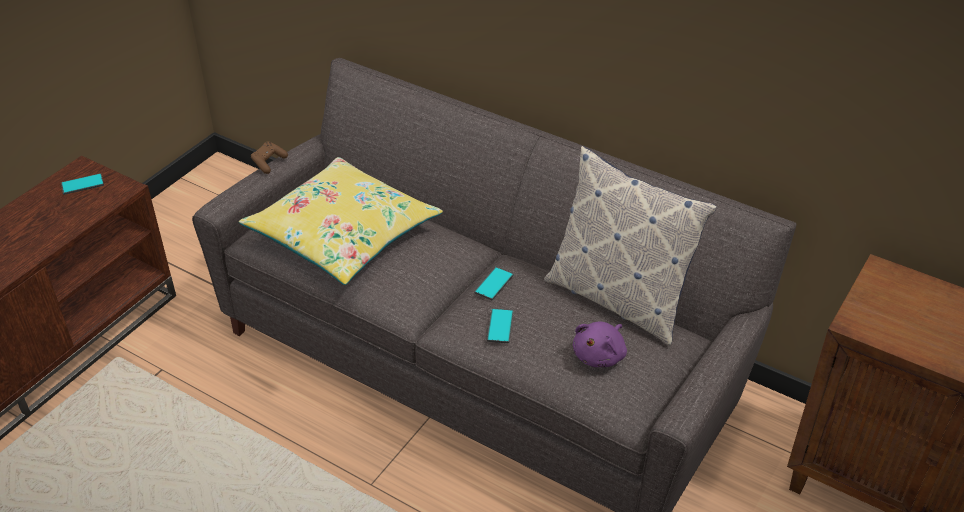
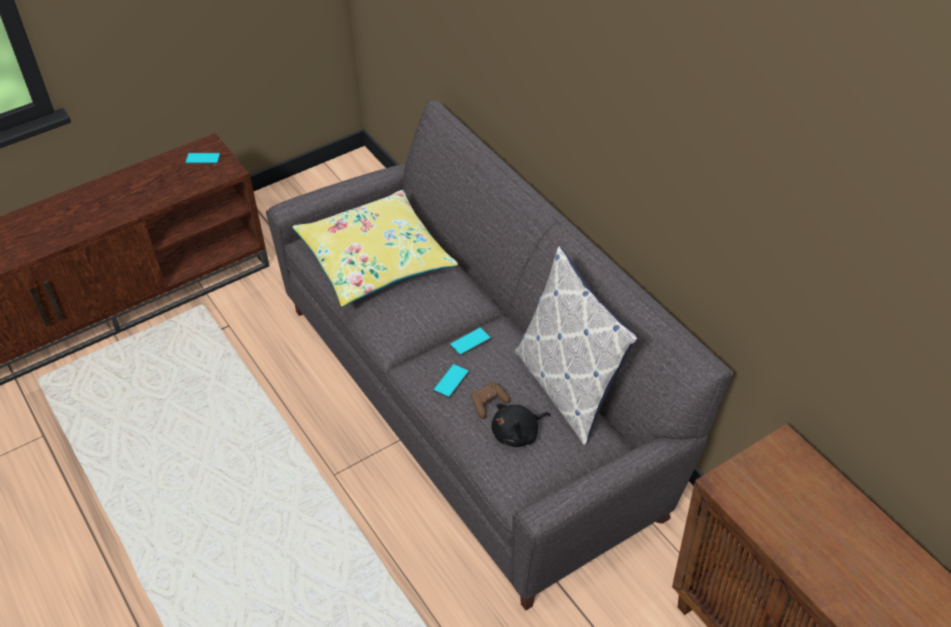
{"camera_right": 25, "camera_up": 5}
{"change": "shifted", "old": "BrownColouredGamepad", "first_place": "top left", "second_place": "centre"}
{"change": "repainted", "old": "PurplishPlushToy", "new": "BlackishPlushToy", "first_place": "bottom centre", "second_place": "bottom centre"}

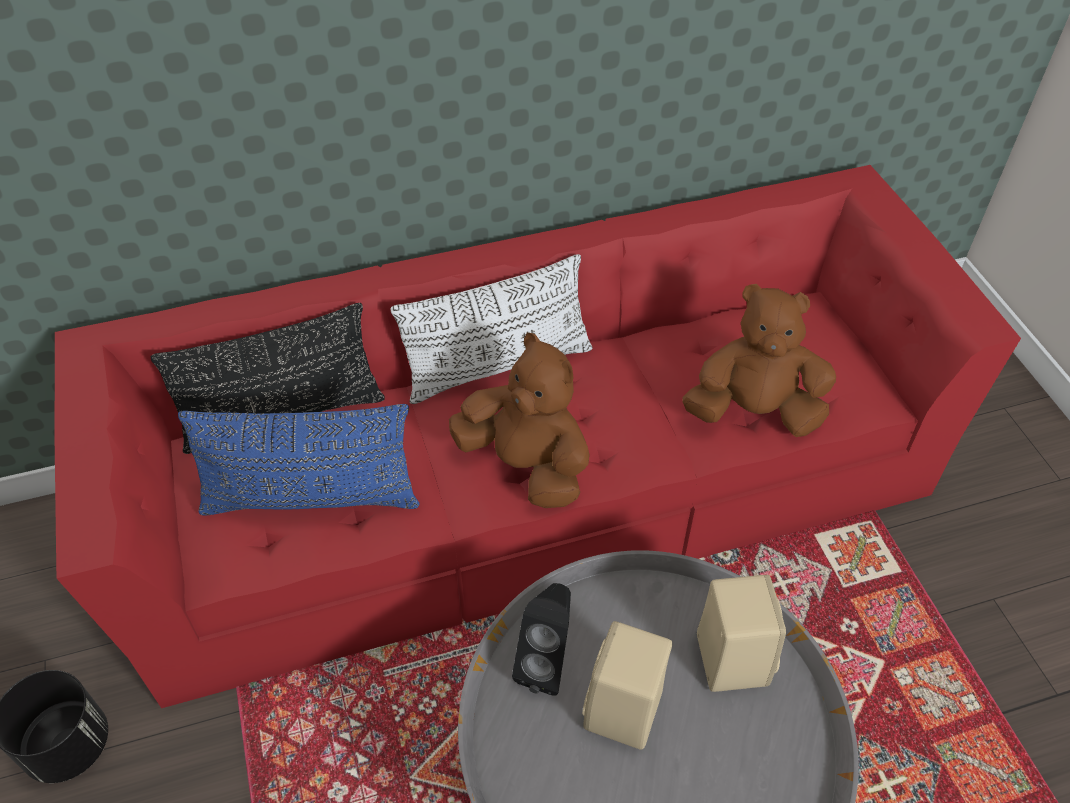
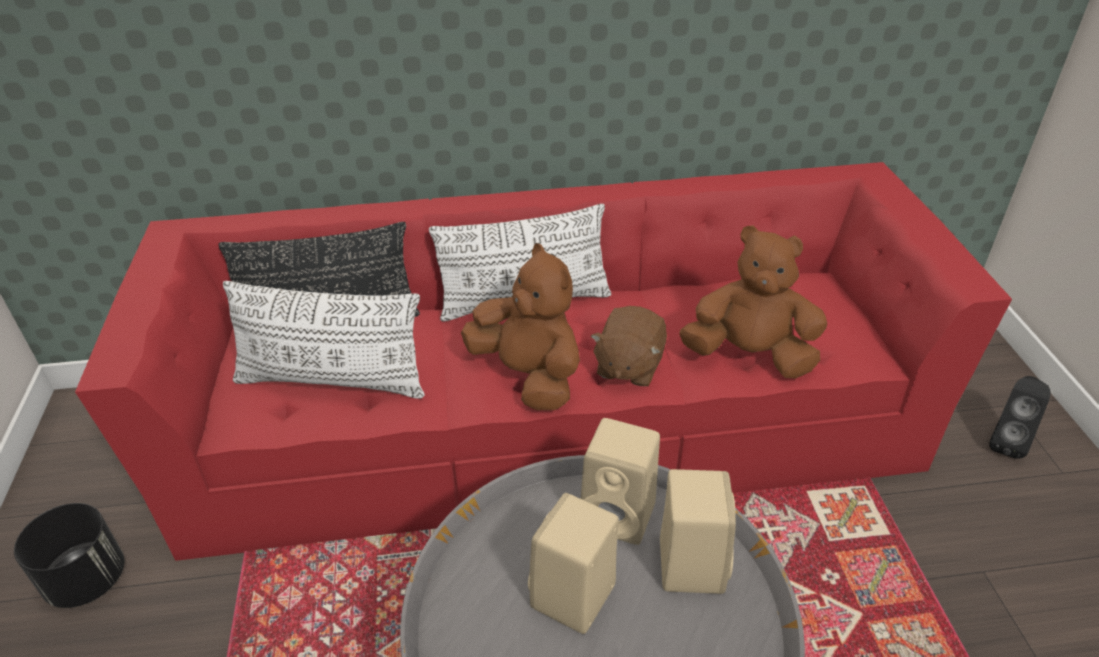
{"camera_right": 10, "camera_up": -10}
{"change": "repainted", "old": "BlueColouredCushion", "new": "WhiteColouredCushion (no. 1 from left)", "first_place": "middle left", "second_place": "middle left"}
{"change": "shifted", "old": "BlackishAudioSpeaker", "first_place": "bottom centre", "second_place": "middle right"}
{"change": "new", "new": "SandColouredAudioSpeaker (no. 2 from left)", "second_place": "bottom centre"}
{"change": "new", "new": "BrownColouredPlushToy (no. 2 from left)", "second_place": "centre"}

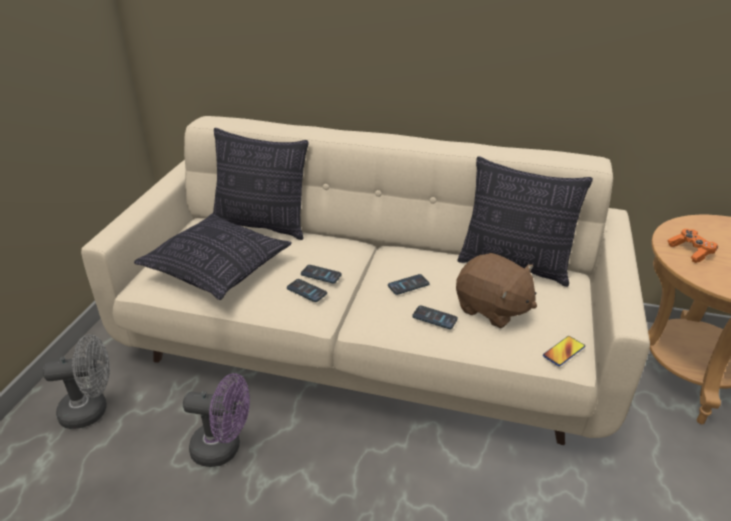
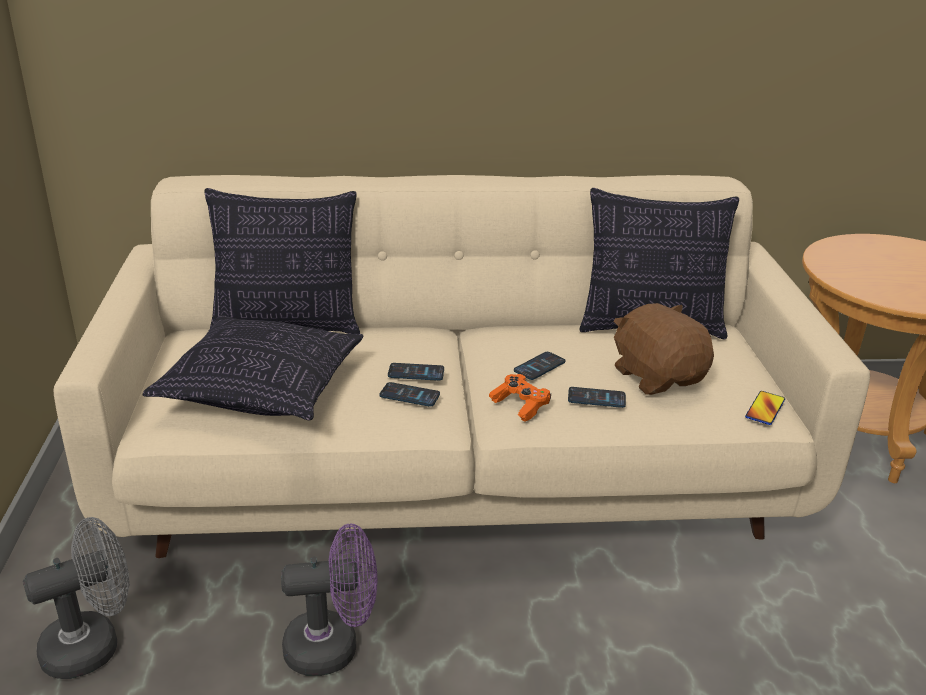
{"camera_right": -20, "camera_up": -5}
{"change": "rotated", "old": "BrownColouredPlushToy", "first_place": "middle right", "second_place": "middle right", "degrees": -135}
{"change": "shifted", "old": "OrangeyGamepad", "first_place": "middle right", "second_place": "centre"}

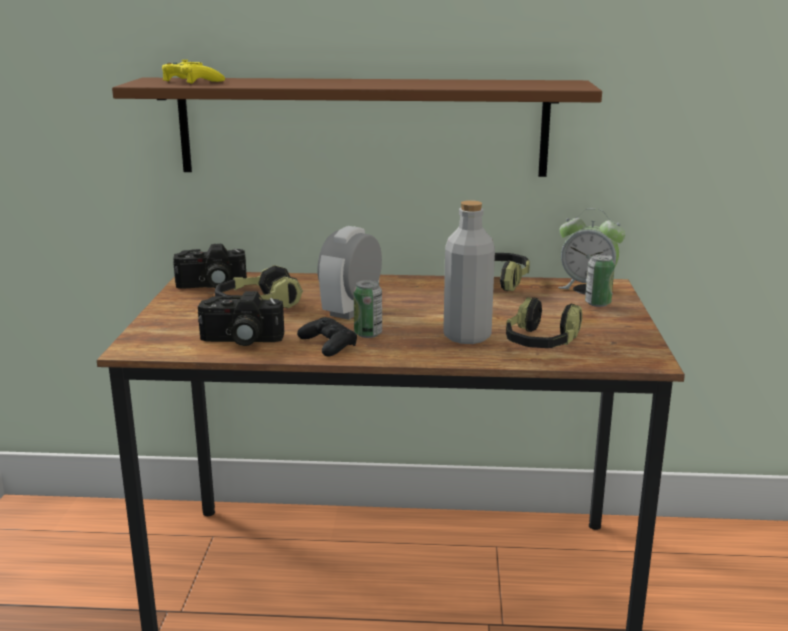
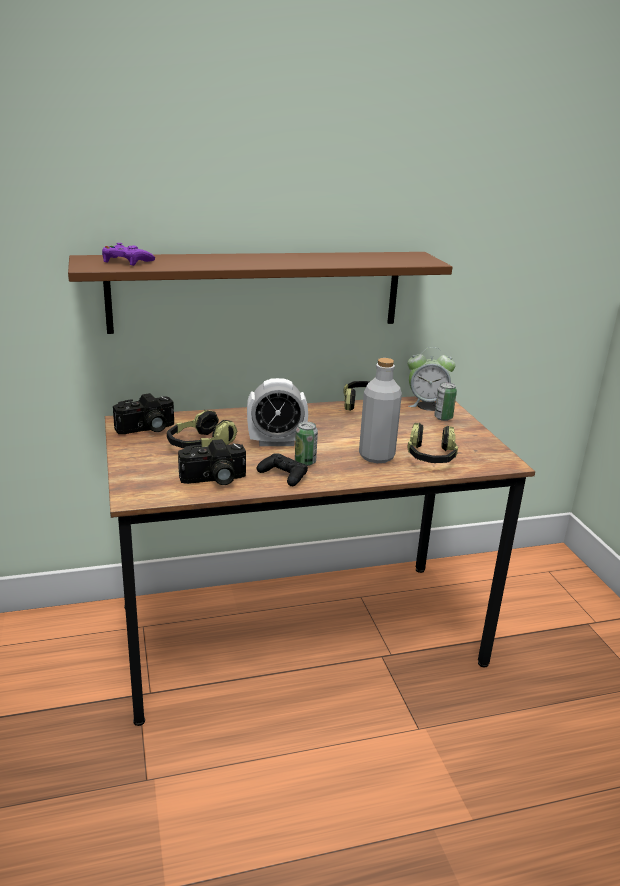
{"camera_right": -20, "camera_up": 5}
{"change": "repainted", "old": "YellowGamepad", "new": "PurplishGamepad", "first_place": "top left", "second_place": "top left"}
{"change": "rotated", "old": "AlarmClock (no. 1 from left)", "first_place": "centre", "second_place": "centre", "degrees": -105}

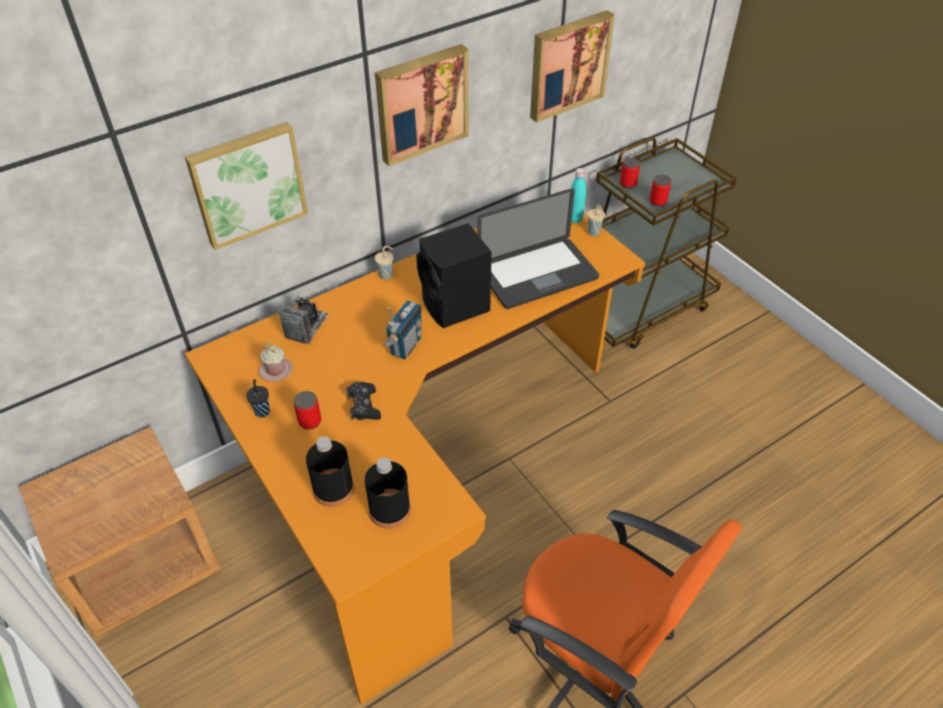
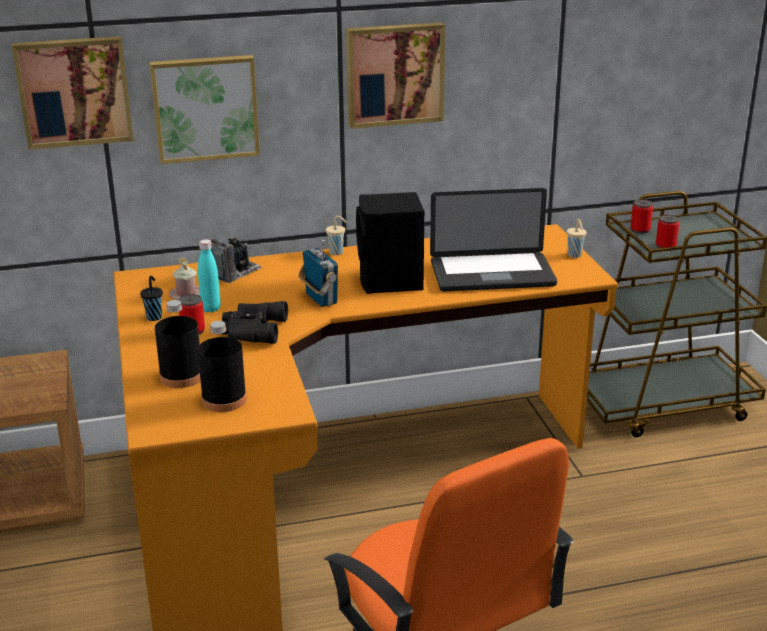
{"camera_right": 20, "camera_up": -20}
{"change": "swapped", "old": "BlackishGamepad", "new": "BlackishFieldGlasses", "first_place": "centre", "second_place": "middle left"}
{"change": "rotated", "old": "RadioReceiver", "first_place": "centre", "second_place": "centre", "degrees": -75}
{"change": "shifted", "old": "WallPicture (no. 3 from left in the first image)", "new": "WallPicture (no. 1 from left)", "first_place": "top centre", "second_place": "top left"}
{"change": "shifted", "old": "TurquoiseColouredBeverageBottle", "first_place": "top centre", "second_place": "middle left"}

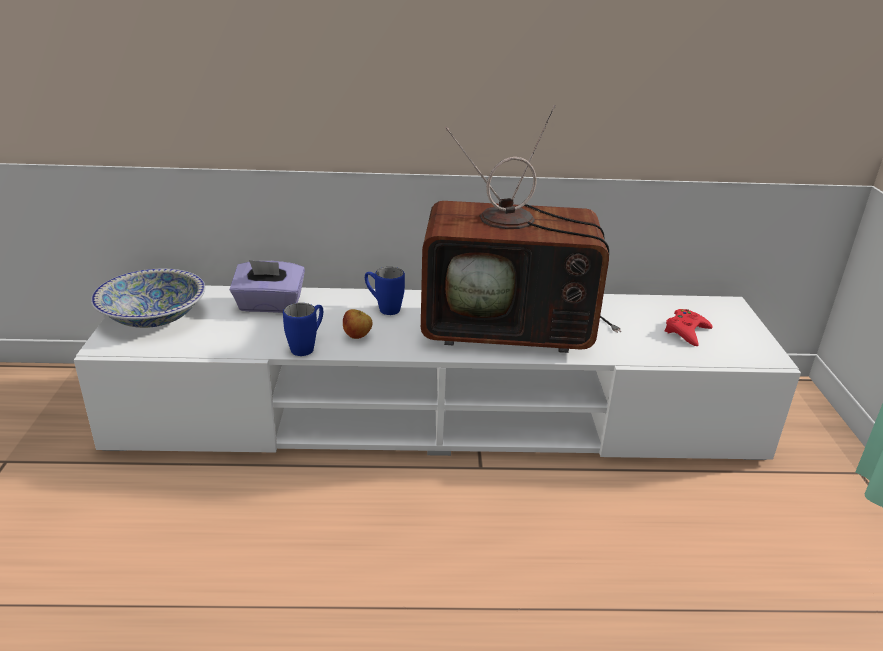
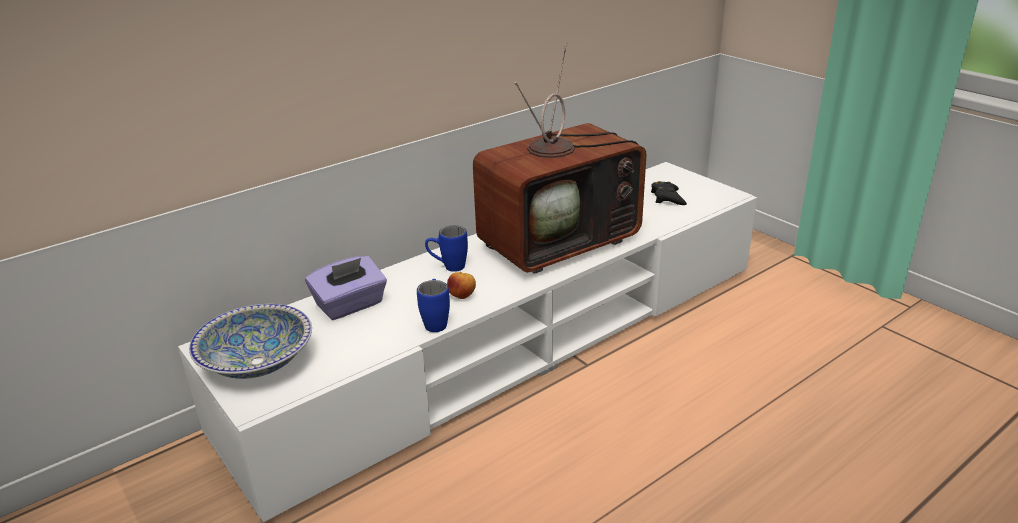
{"camera_right": -35, "camera_up": 0}
{"change": "repainted", "old": "RedColouredGamepad", "new": "BlackishGamepad", "first_place": "middle right", "second_place": "centre"}

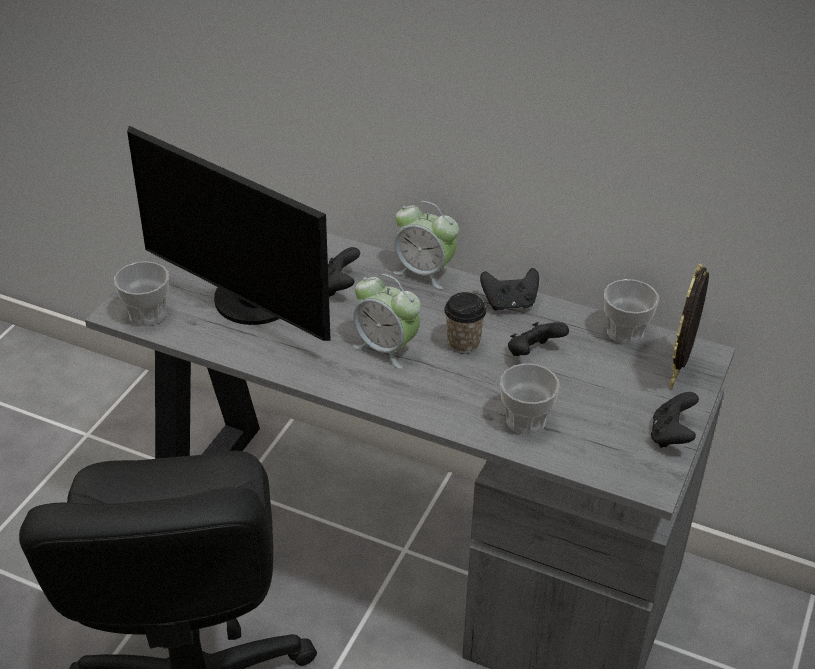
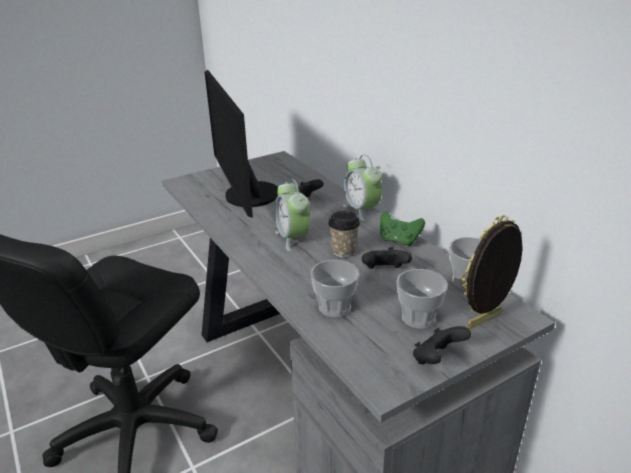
{"camera_right": 35, "camera_up": -10}
{"change": "shifted", "old": "DrinkingCup (no. 1 from left in the first image)", "new": "DrinkingCup (no. 3 from left)", "first_place": "middle left", "second_place": "middle right"}
{"change": "repainted", "old": "BlackishGamepad (no. 2 from left)", "new": "GreenishGamepad", "first_place": "centre", "second_place": "centre"}

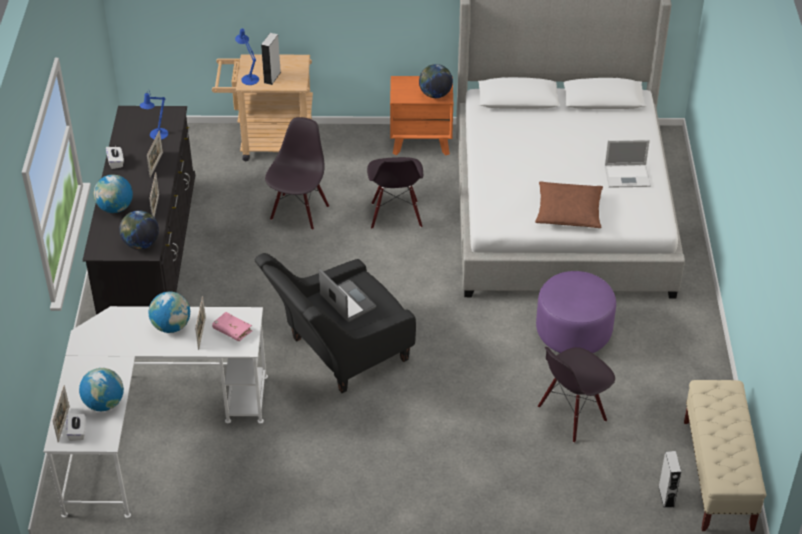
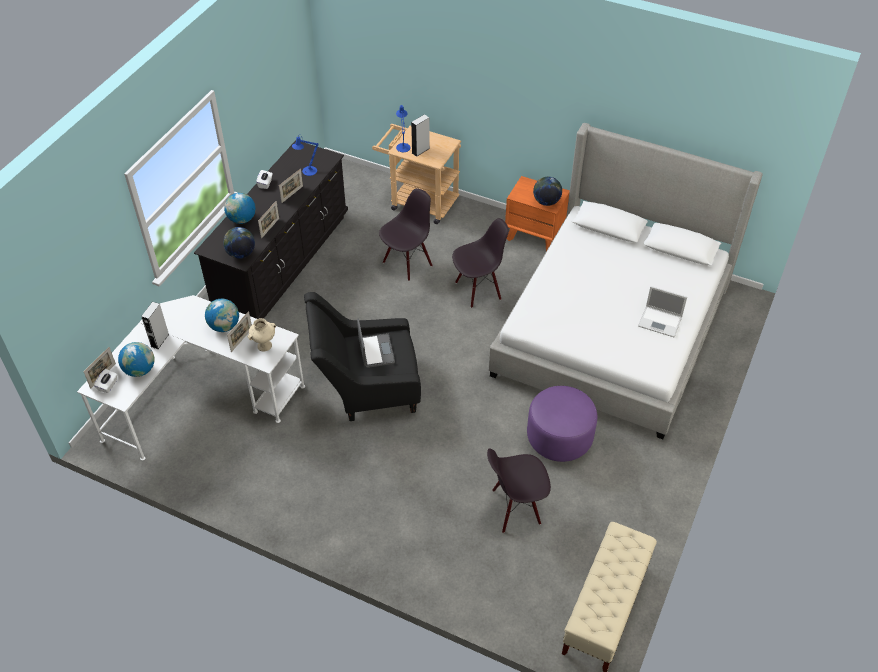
{"camera_right": 25, "camera_up": 5}
{"change": "swapped", "old": "PinkColouredVolume", "new": "SandColouredFlowerVase", "first_place": "middle left", "second_place": "middle left"}
{"change": "rotated", "old": "BlackishChair (no. 2 from left)", "first_place": "centre", "second_place": "centre", "degrees": -135}
{"change": "gone", "old": "BrownColouredCushion", "first_place": "middle right"}
{"change": "shifted", "old": "GreyAudioSpeaker (no. 2 from left in the first image)", "new": "GreyAudioSpeaker (no. 1 from left)", "first_place": "bottom right", "second_place": "middle left"}

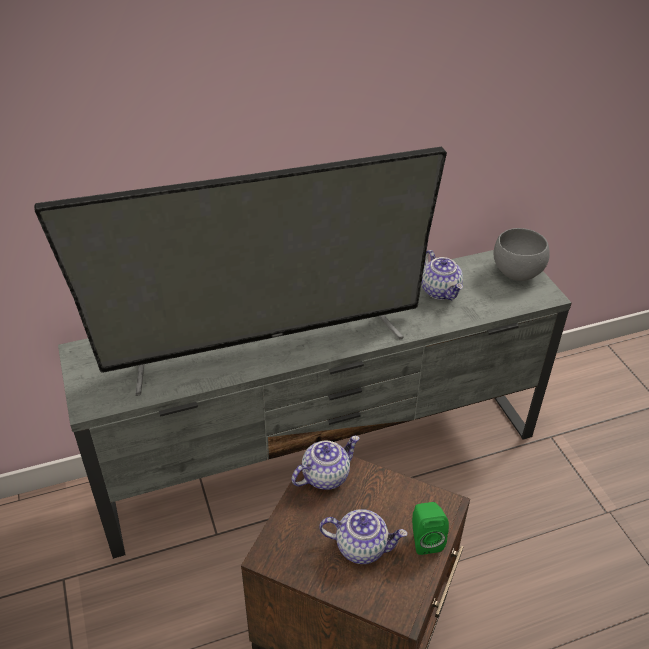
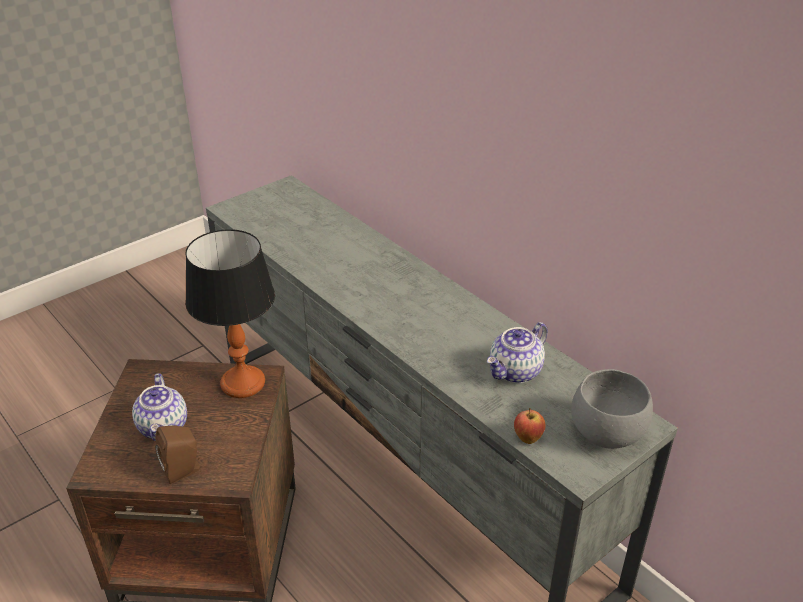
{"camera_right": 70, "camera_up": -5}
{"change": "gone", "old": "Tv", "first_place": "centre"}
{"change": "swapped", "old": "Teapot (no. 1 from left)", "new": "LampForATable", "first_place": "bottom centre", "second_place": "middle left"}
{"change": "repainted", "old": "GreenishAudioSpeaker", "new": "BrownColouredAudioSpeaker", "first_place": "bottom centre", "second_place": "bottom left"}
{"change": "new", "new": "AppleFruit", "second_place": "bottom centre"}

